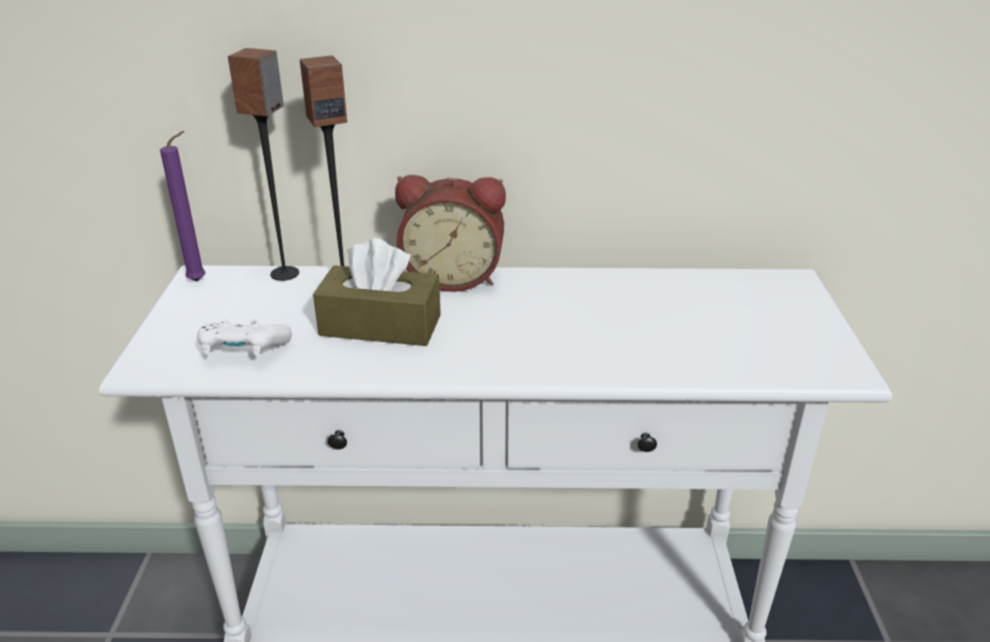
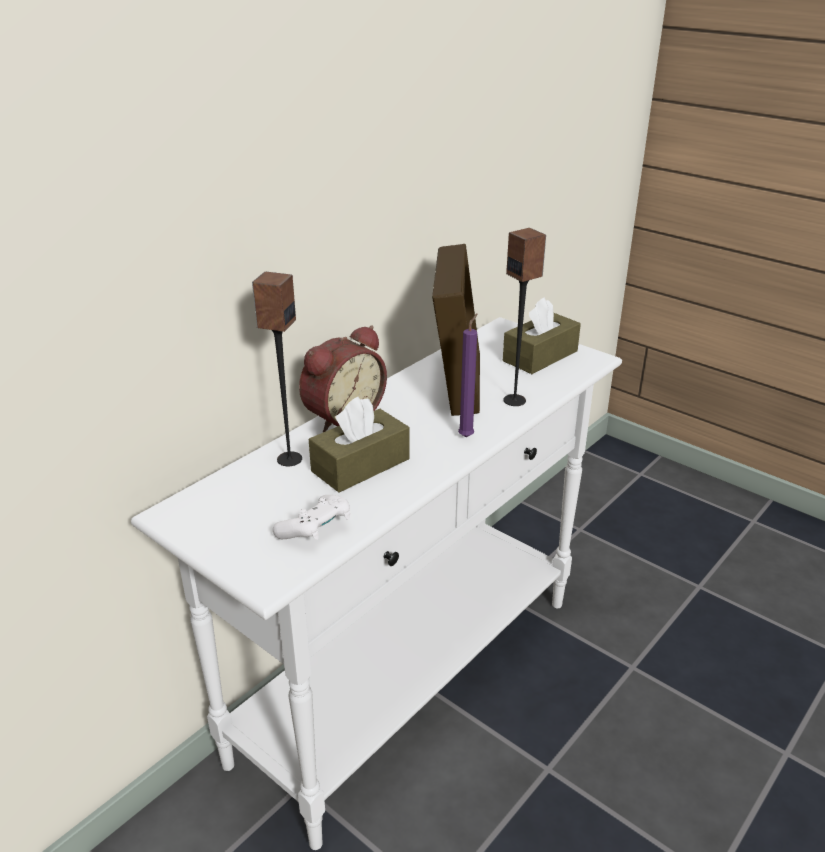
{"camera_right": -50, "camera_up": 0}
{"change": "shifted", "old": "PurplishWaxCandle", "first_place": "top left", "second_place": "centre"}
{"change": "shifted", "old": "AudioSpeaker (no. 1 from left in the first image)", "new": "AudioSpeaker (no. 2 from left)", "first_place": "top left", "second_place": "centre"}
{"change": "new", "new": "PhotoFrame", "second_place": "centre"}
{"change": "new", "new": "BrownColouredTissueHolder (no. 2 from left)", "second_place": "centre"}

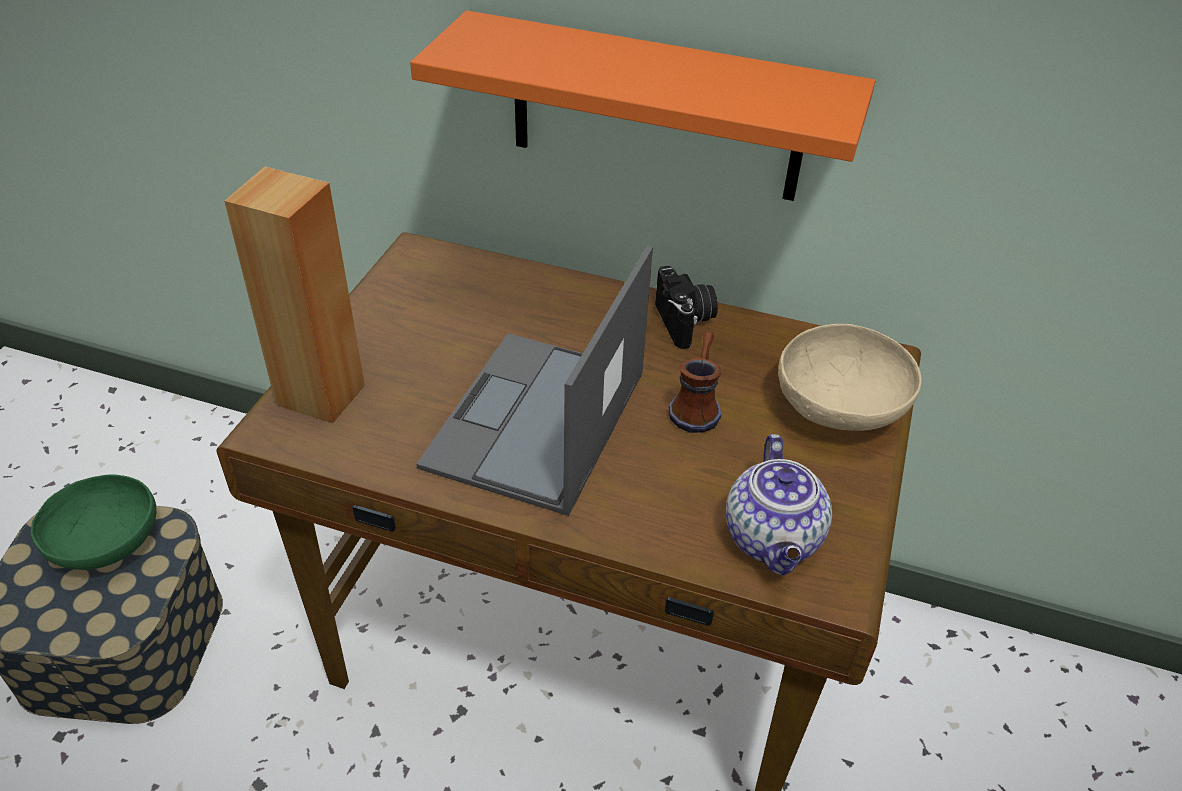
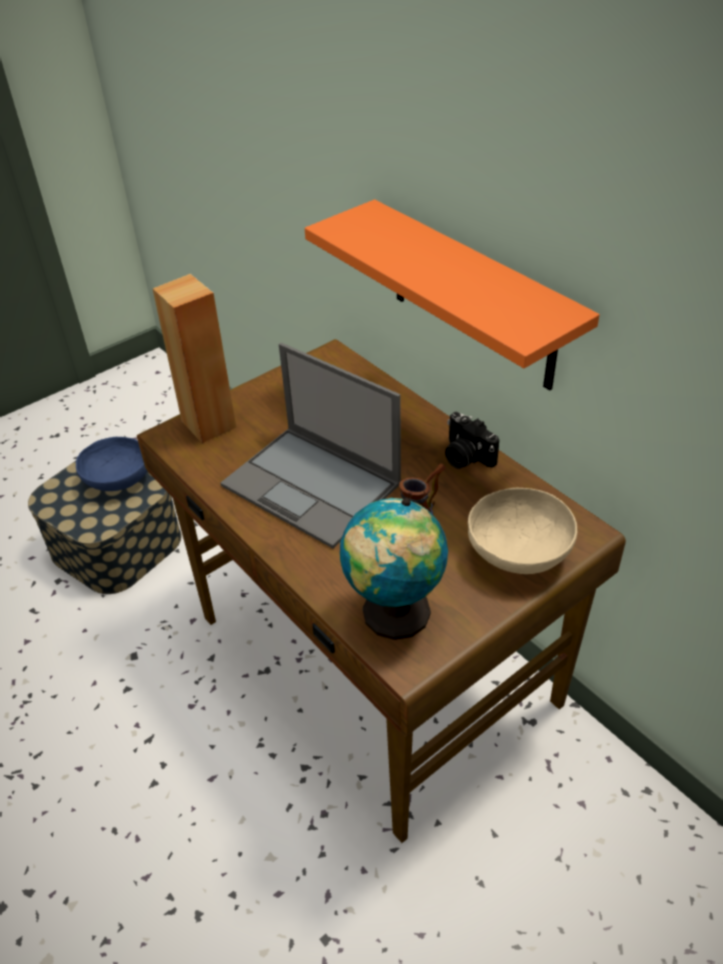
{"camera_right": 35, "camera_up": 0}
{"change": "repainted", "old": "GreenishDeepDish", "new": "BlueColouredDeepDish", "first_place": "middle left", "second_place": "middle left"}
{"change": "rotated", "old": "NotebookComputer", "first_place": "centre", "second_place": "centre", "degrees": -105}
{"change": "rotated", "old": "PhotoCamera", "first_place": "centre", "second_place": "centre", "degrees": 120}
{"change": "swapped", "old": "Teapot", "new": "Globe", "first_place": "centre", "second_place": "centre"}

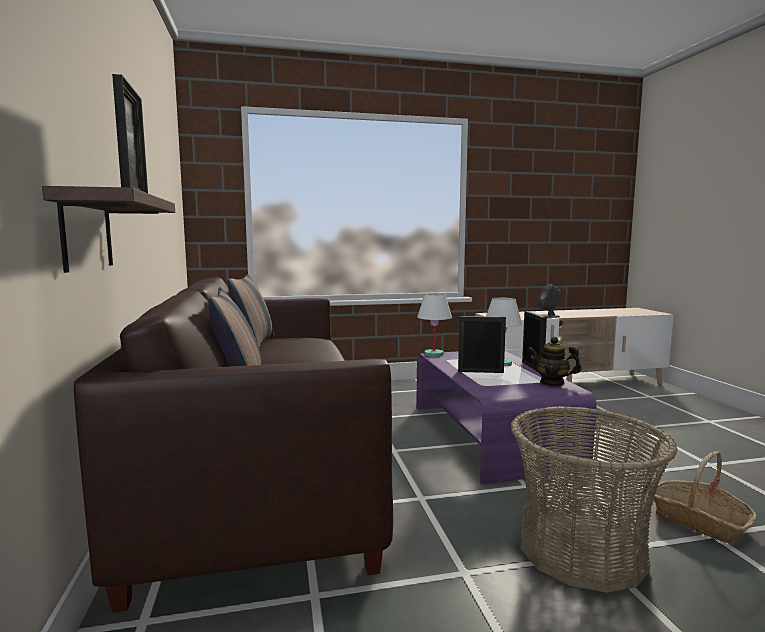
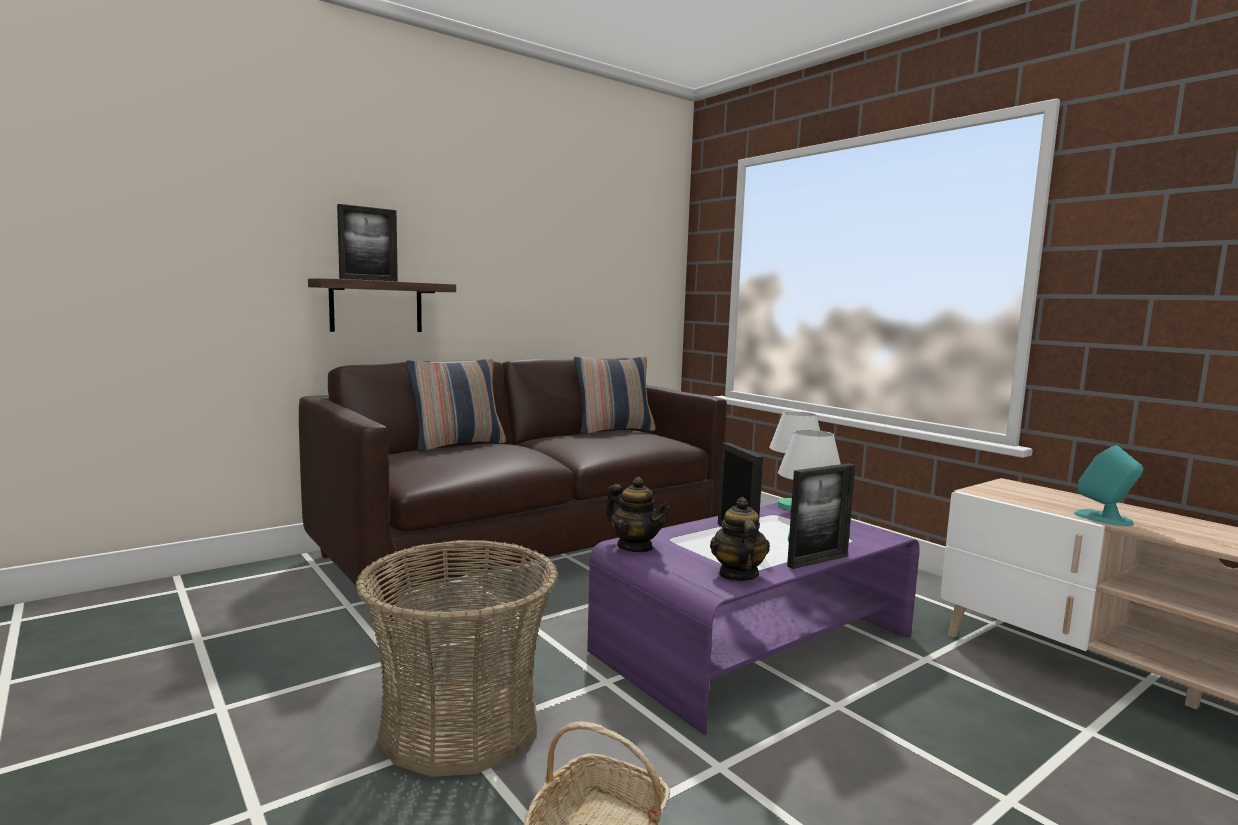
{"camera_right": 65, "camera_up": 0}
{"change": "repainted", "old": "GreyAudioSpeaker", "new": "TurquoiseColouredAudioSpeaker", "first_place": "middle right", "second_place": "middle right"}
{"change": "new", "new": "Teapot (no. 1 from left)", "second_place": "centre"}

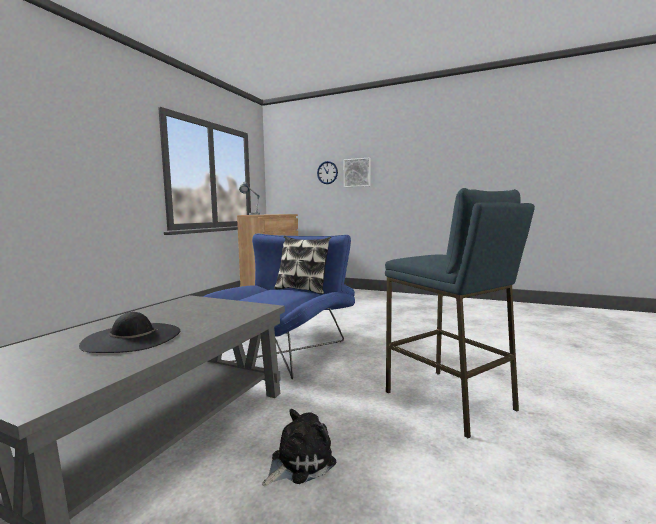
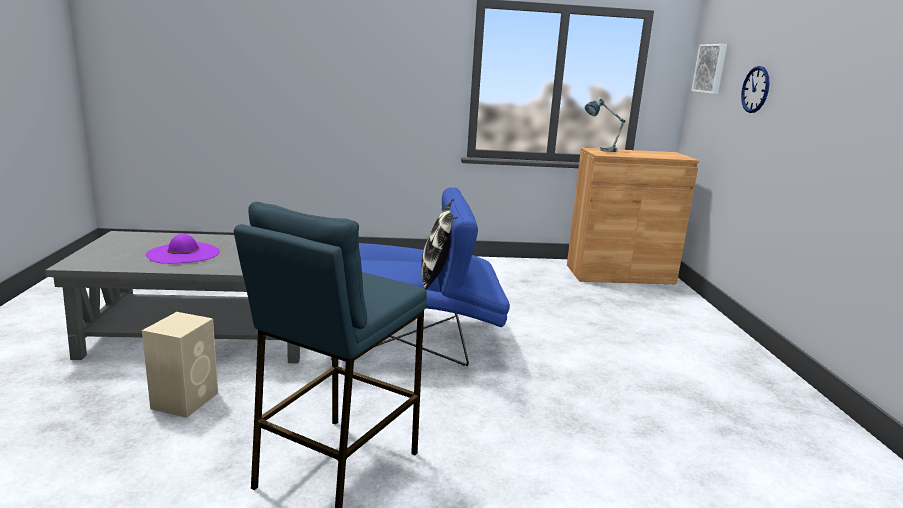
{"camera_right": 60, "camera_up": 10}
{"change": "repainted", "old": "BlackishHat", "new": "PurplishHat", "first_place": "middle left", "second_place": "middle left"}
{"change": "swapped", "old": "PlushToy", "new": "SandColouredAudioSpeaker", "first_place": "bottom centre", "second_place": "bottom left"}
{"change": "shifted", "old": "WallPicture", "first_place": "top centre", "second_place": "top right"}

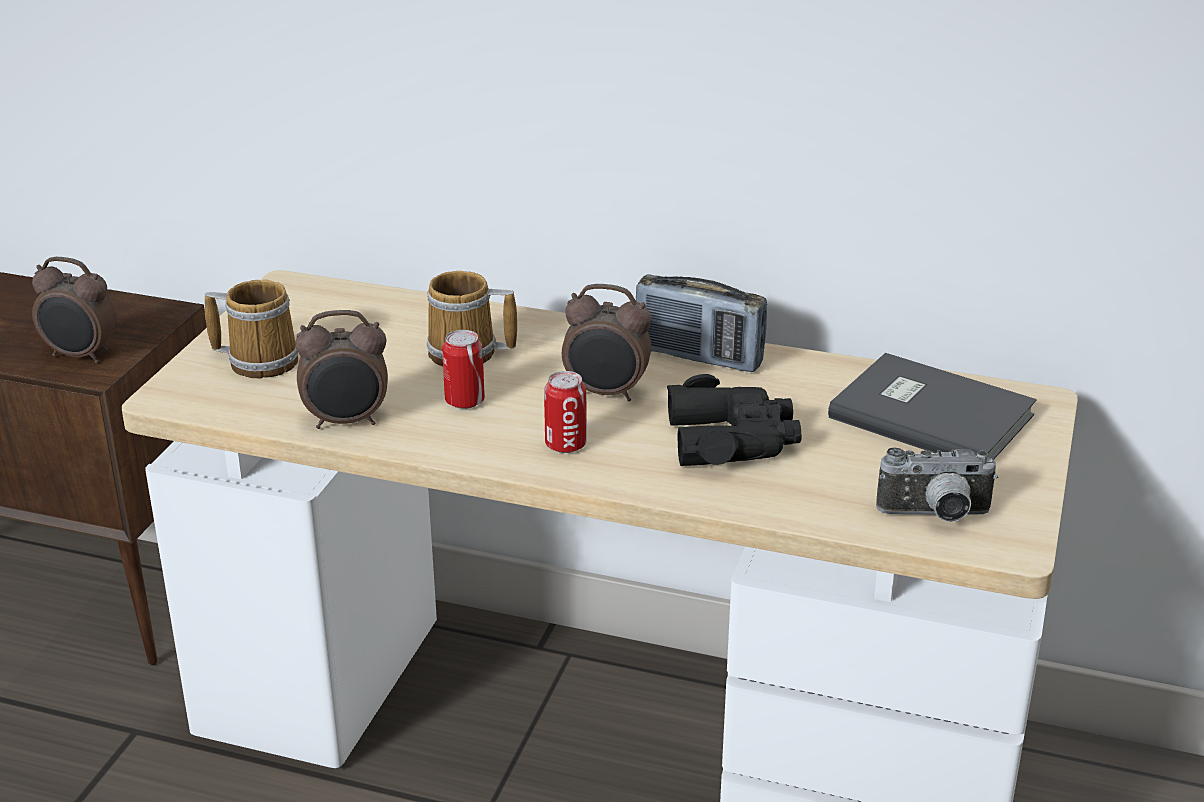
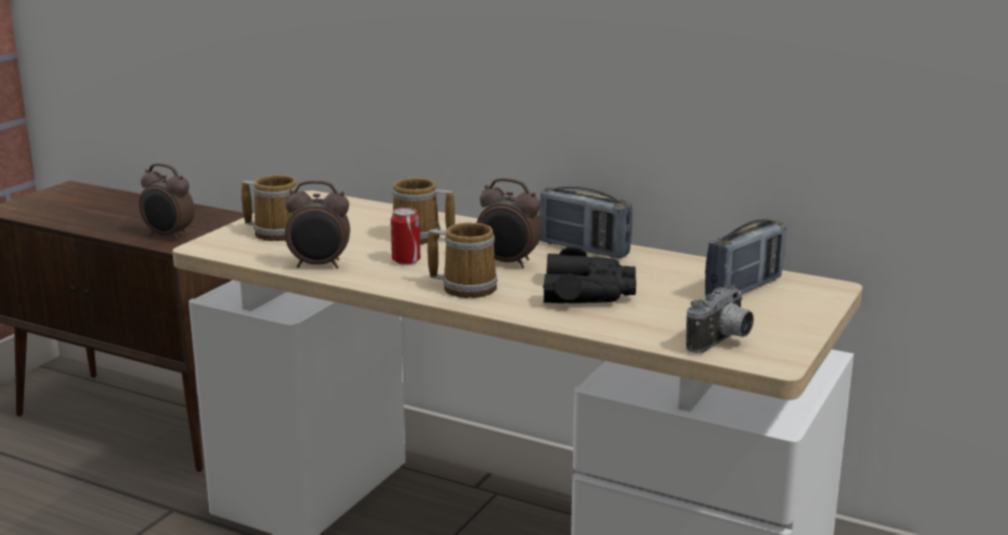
{"camera_right": 10, "camera_up": -10}
{"change": "swapped", "old": "Can (no. 2 from left)", "new": "CoffeeMug (no. 3 from left)", "first_place": "centre", "second_place": "centre"}
{"change": "swapped", "old": "GreyVolume", "new": "RadioReceiver (no. 2 from left)", "first_place": "middle right", "second_place": "middle right"}
{"change": "rotated", "old": "PhotoCamera", "first_place": "middle right", "second_place": "middle right", "degrees": -60}

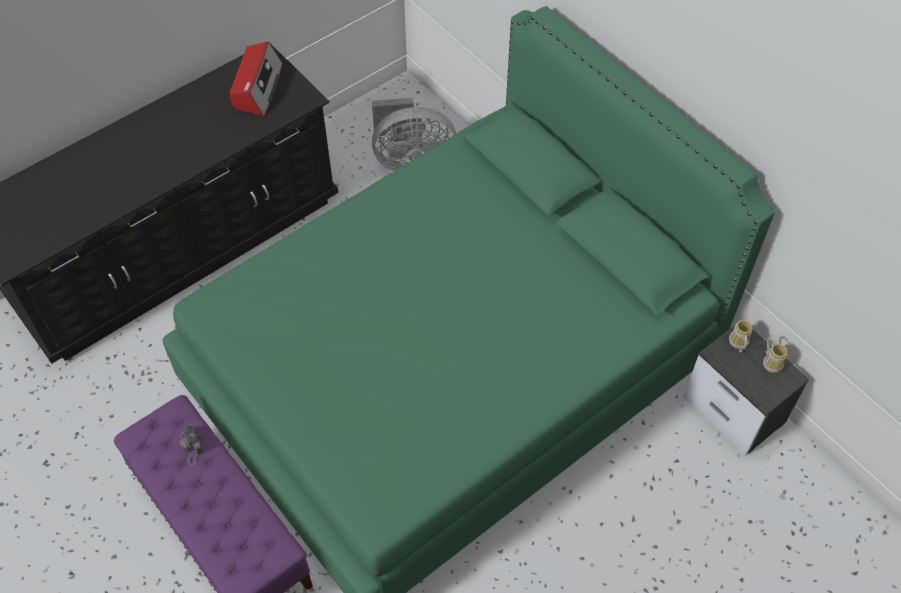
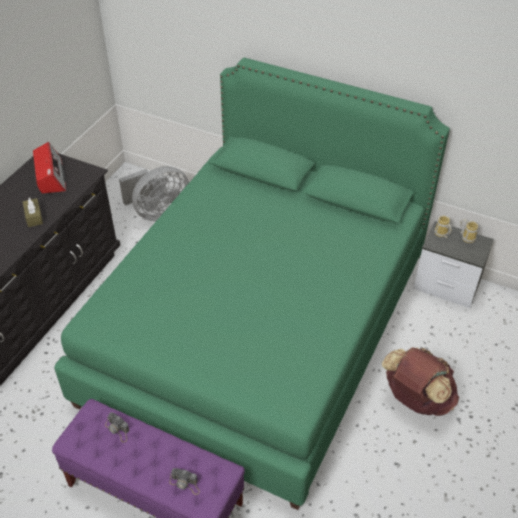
{"camera_right": -25, "camera_up": -10}
{"change": "new", "new": "BrownColouredTissueHolder", "second_place": "middle left"}
{"change": "new", "new": "PhotoCamera (no. 2 from left)", "second_place": "bottom centre"}
{"change": "new", "new": "BrownColouredBackpack", "second_place": "bottom right"}

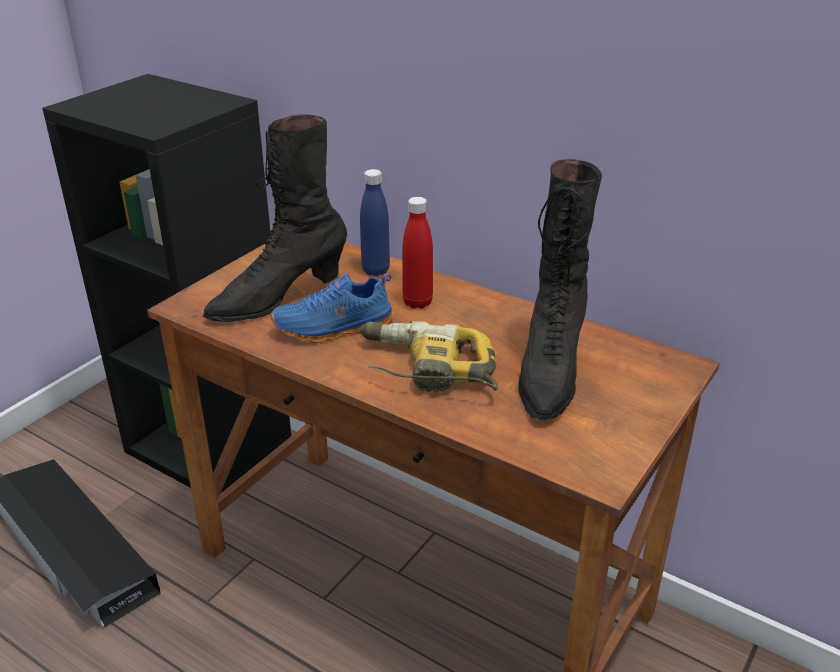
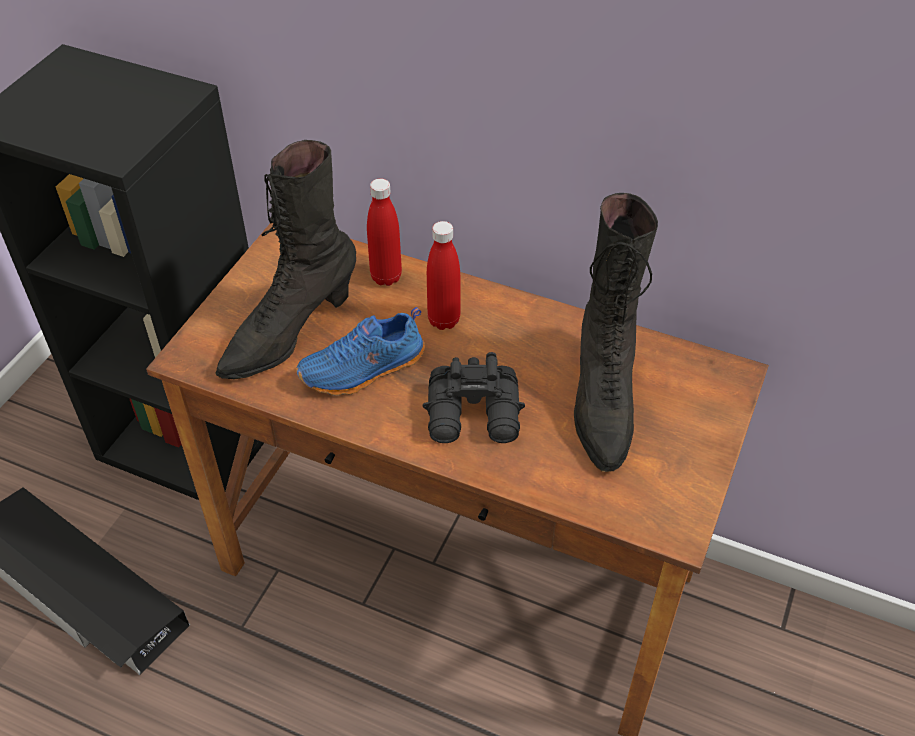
{"camera_right": -10, "camera_up": 15}
{"change": "repainted", "old": "BlueColouredBeverageBottle", "new": "RedColouredBeverageBottle (no. 1 from left)", "first_place": "top centre", "second_place": "top centre"}
{"change": "swapped", "old": "Drill", "new": "BlackishFieldGlasses", "first_place": "centre", "second_place": "centre"}

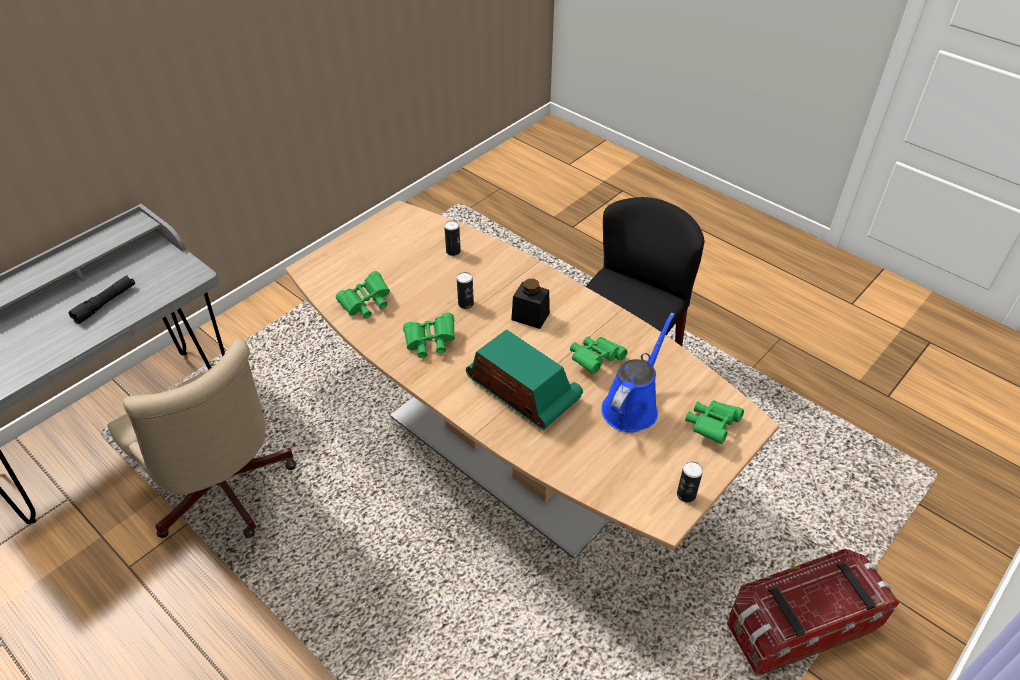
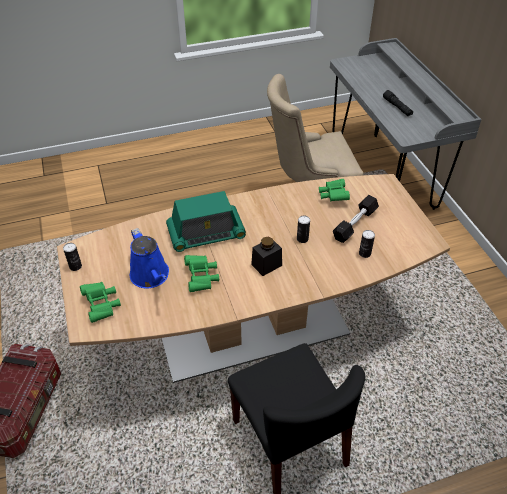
{"camera_right": 120, "camera_up": 0}
{"change": "gone", "old": "GreenishFieldGlasses (no. 2 from left)", "first_place": "centre"}
{"change": "new", "new": "BlackishDumbbell", "second_place": "middle right"}

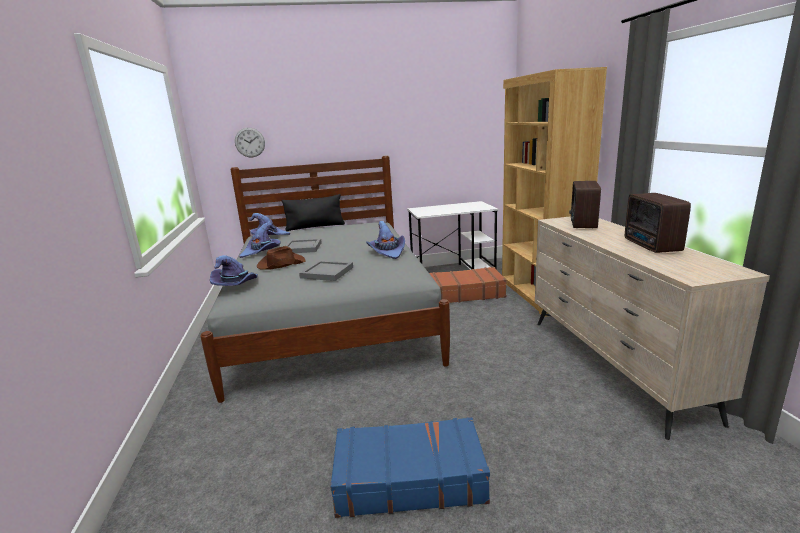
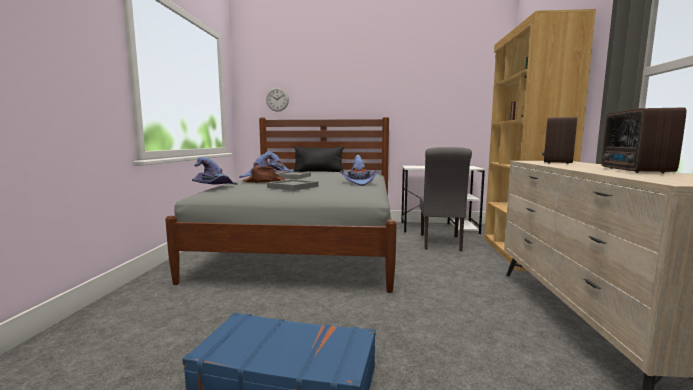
{"camera_right": 15, "camera_up": -10}
{"change": "swapped", "old": "BrownColouredSuitcase", "new": "GreyChair", "first_place": "centre", "second_place": "centre"}

